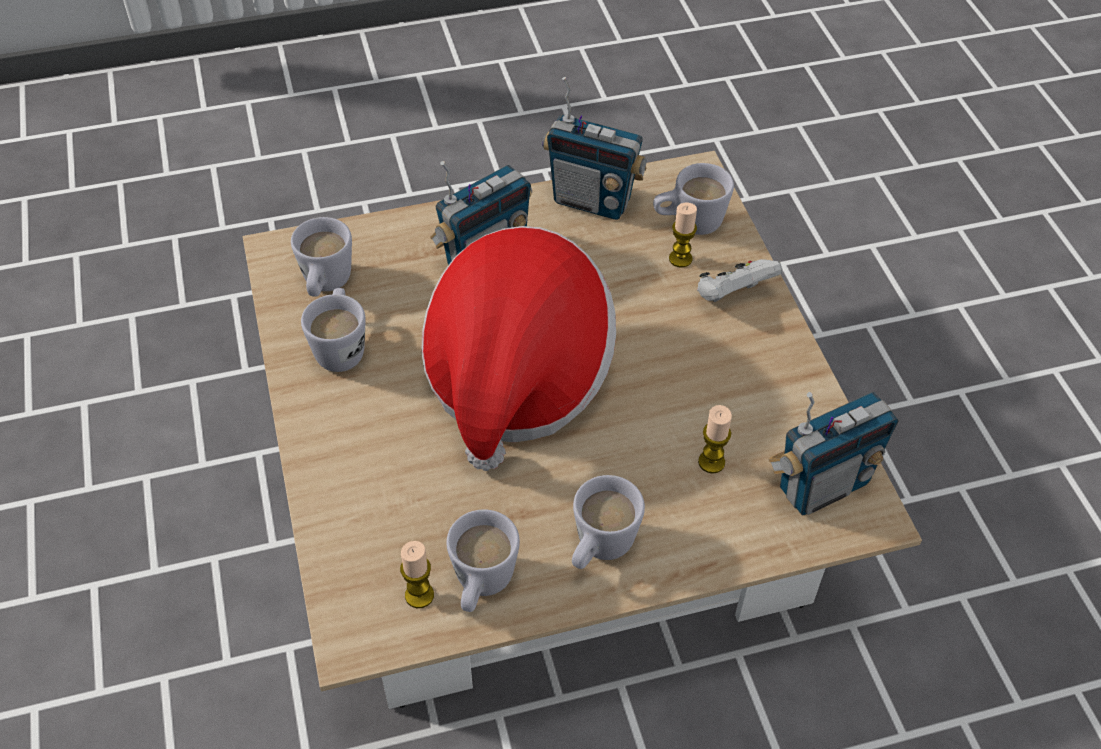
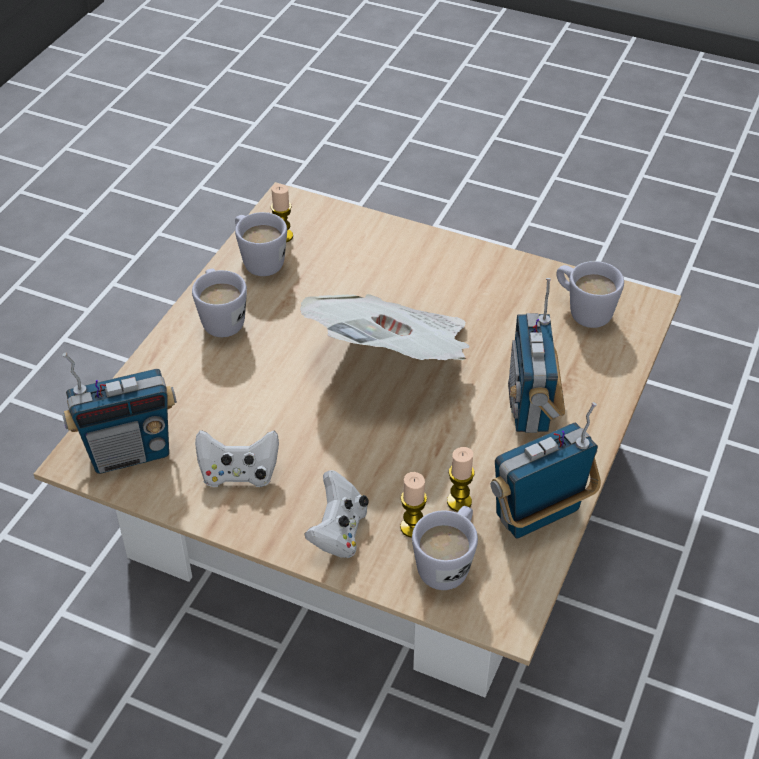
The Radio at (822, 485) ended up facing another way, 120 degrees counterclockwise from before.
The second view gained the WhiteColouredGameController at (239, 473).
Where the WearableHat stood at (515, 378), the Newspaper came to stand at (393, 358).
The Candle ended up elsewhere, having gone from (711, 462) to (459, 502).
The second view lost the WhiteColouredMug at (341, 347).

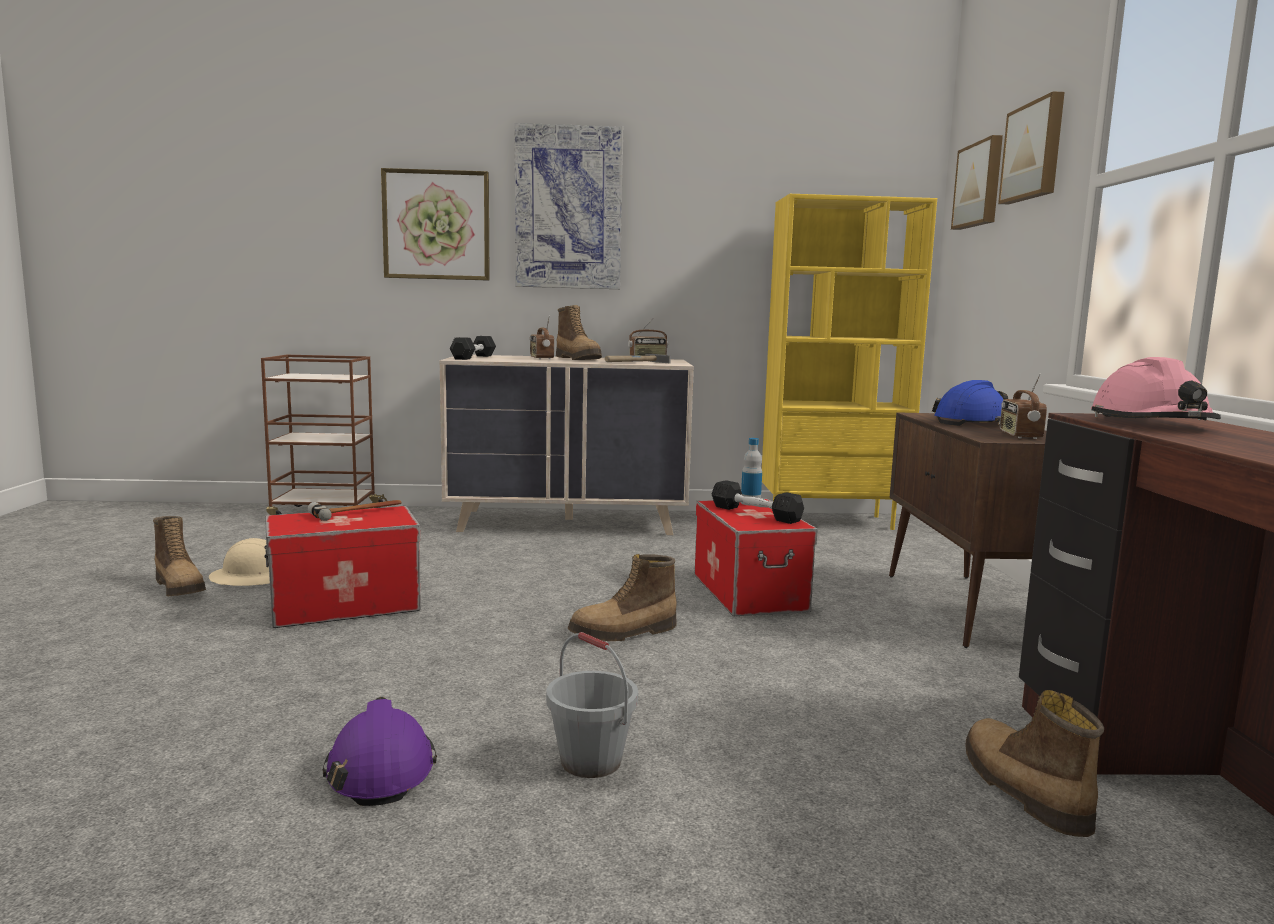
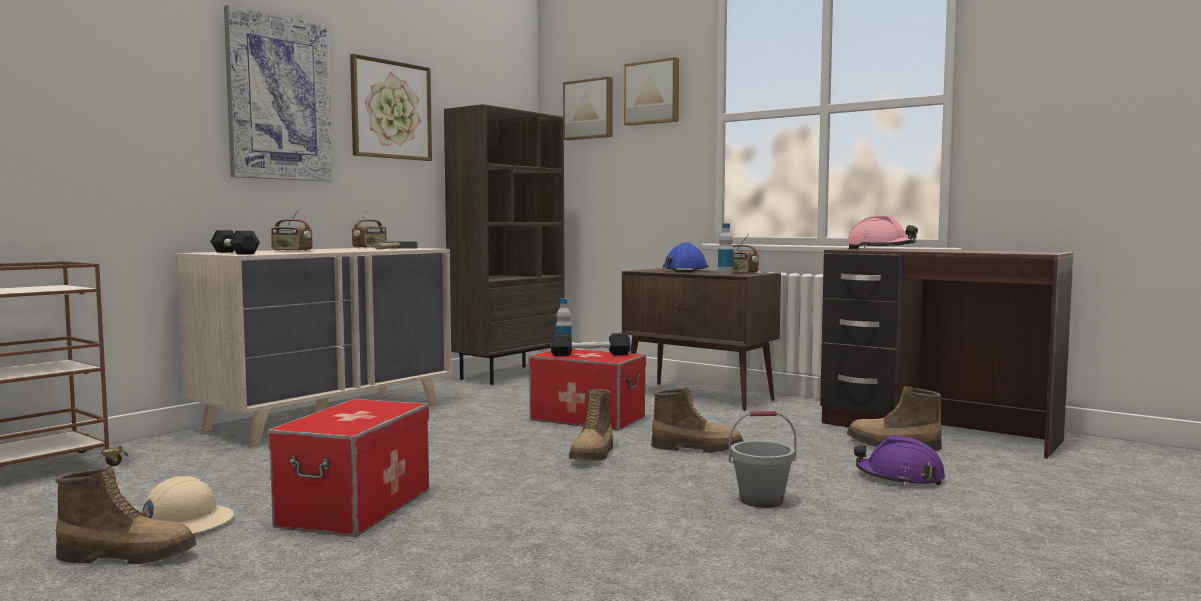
The Picture ended up elsewhere, having gone from (436, 225) to (391, 110).
What was the YellowBookshelf at (832, 521) turned into the BrownishBookshelf at (508, 375).
The HighTopBoot ended up elsewhere, having gone from (579, 359) to (697, 449).
The second view gained the DrinkBottle at (725, 274).
The PurplishHardHat ended up elsewhere, having gone from (380, 770) to (900, 478).
The second view lost the Hammer at (358, 512).

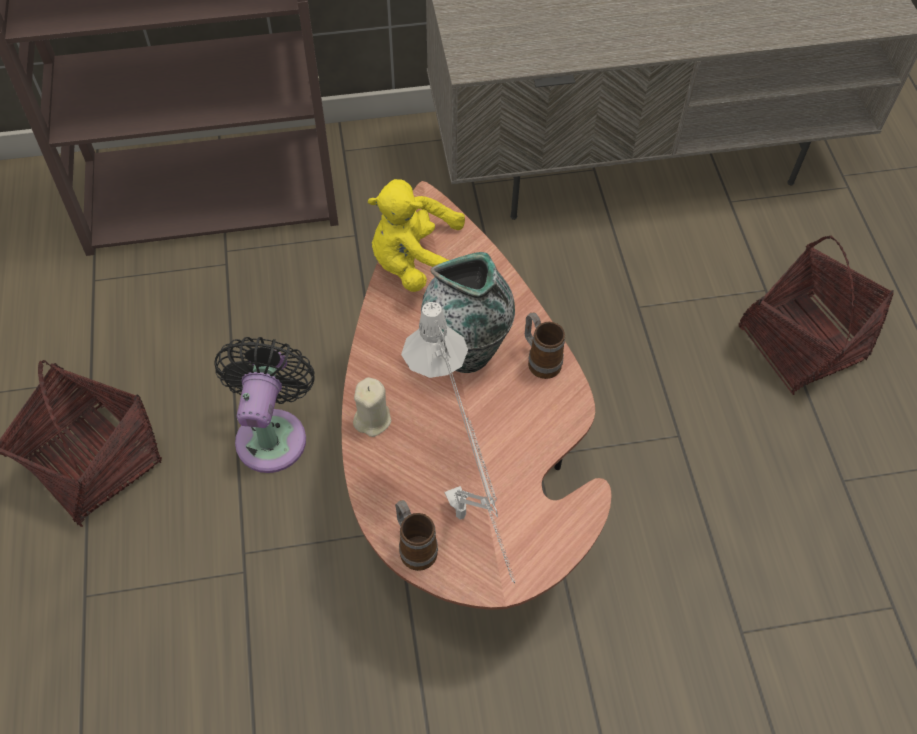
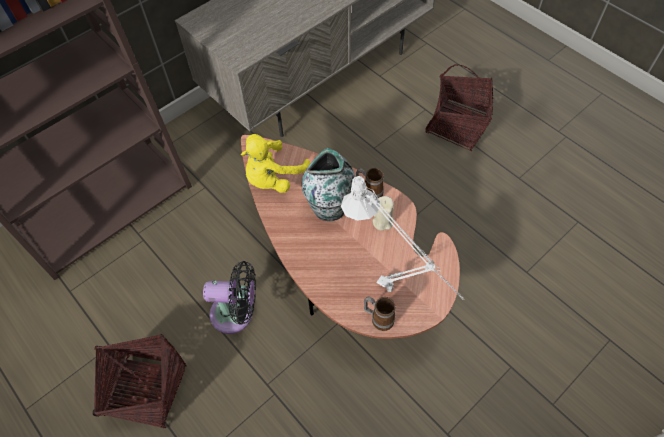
The BlackCoolingFan at (273, 433) ended up facing another way, 120 degrees clockwise from before.
The BeigeColouredCandle ended up elsewhere, having gone from (372, 419) to (382, 221).

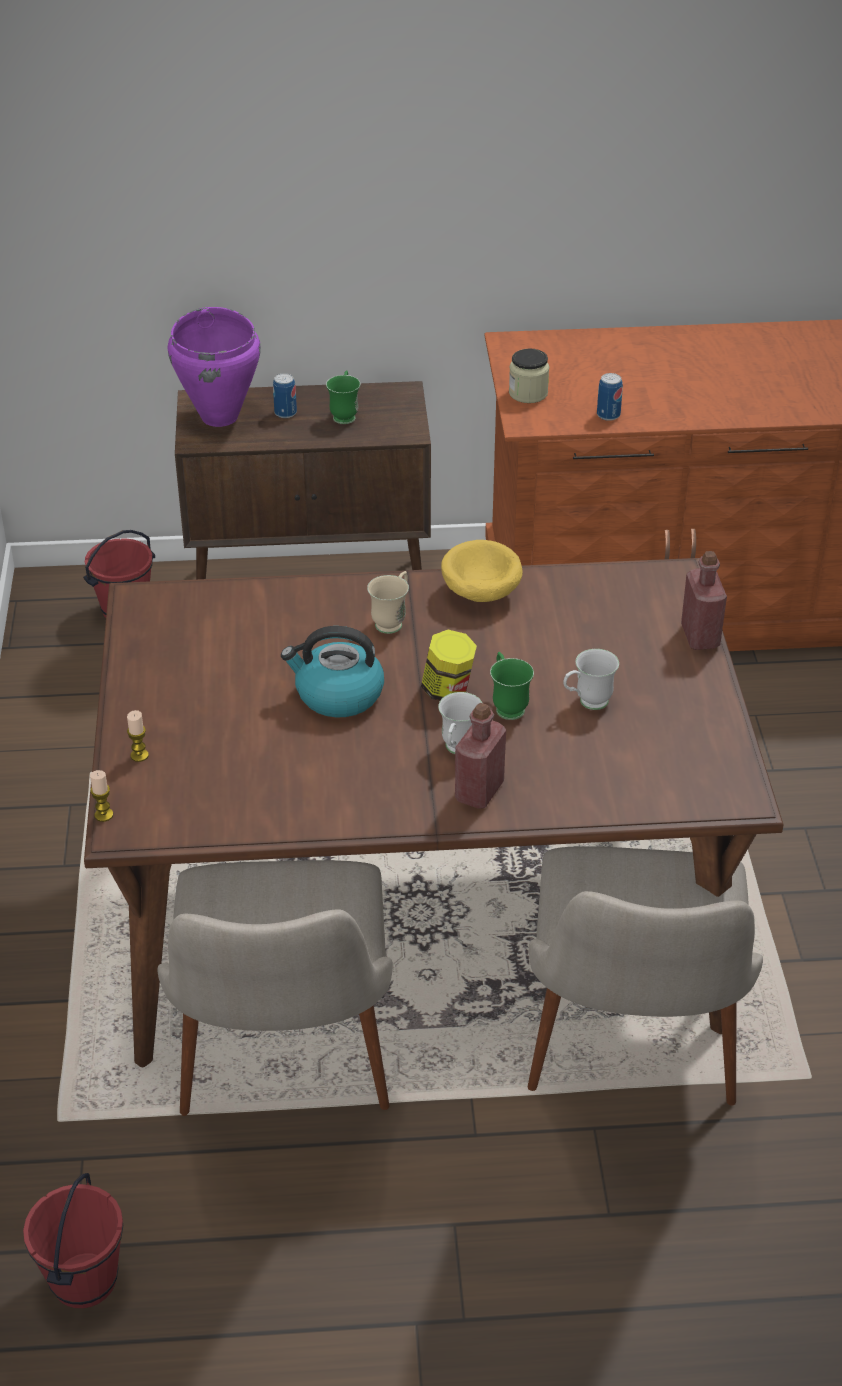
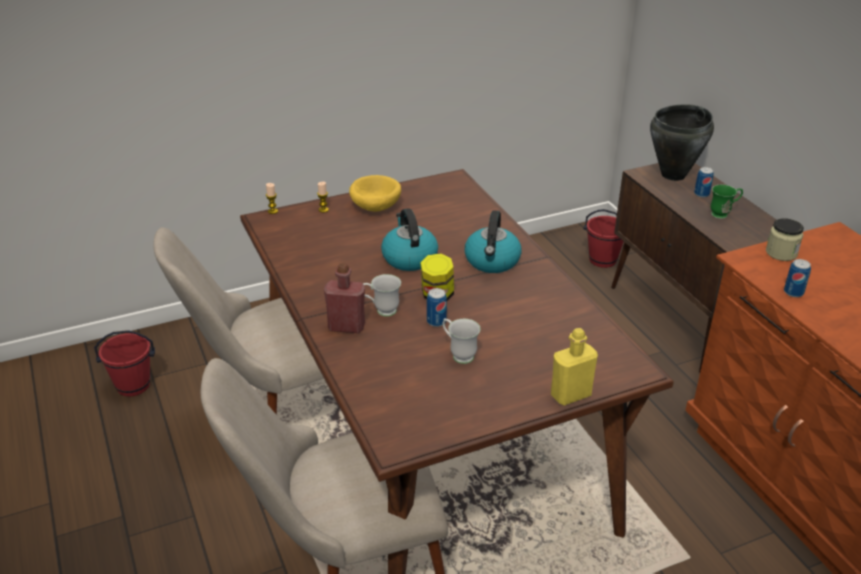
The YellowBowl ended up elsewhere, having gone from (480, 594) to (374, 207).
Where the GreenMug stood at (507, 705), the Can came to stand at (436, 321).
Where the BeigeColouredMug stood at (392, 621), the TeaKettle came to stand at (492, 261).
What was the RedColouredDrinkBottle at (700, 636) turned into the YellowDrinkBottle at (570, 395).
What was the PurplishStockpot at (220, 416) turned into the BlackStockpot at (674, 175).

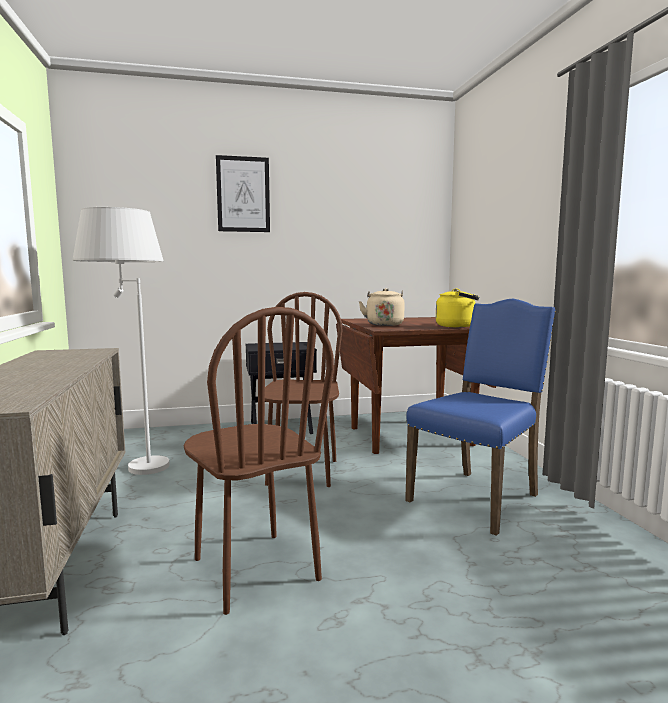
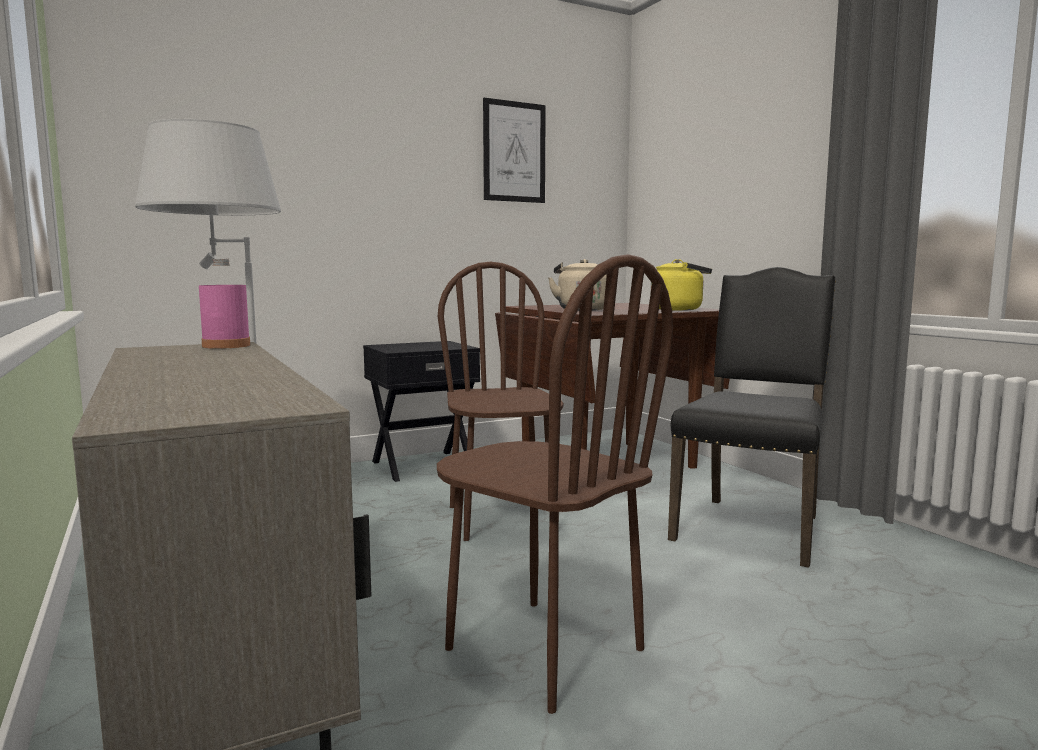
The second view gained the PinkDrinkBottle at (226, 346).
The Picture ended up elsewhere, having gone from (243, 194) to (514, 152).
What was the BlueColouredChair at (477, 498) turned into the BlackChair at (751, 527).

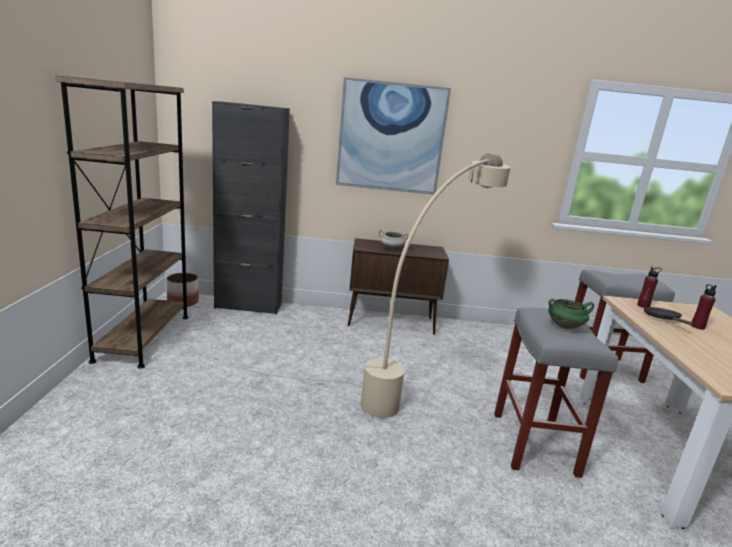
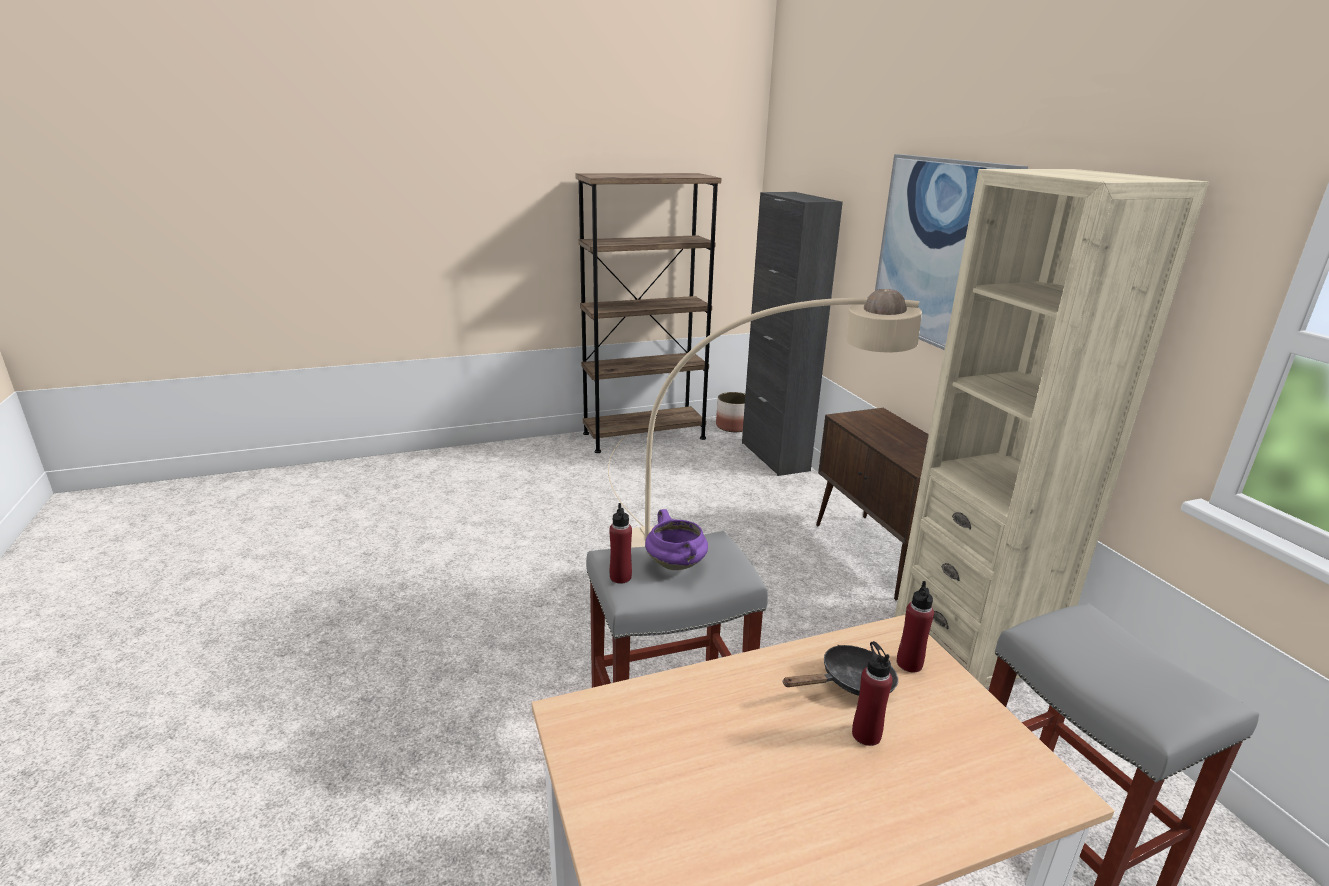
The second view gained the RedColouredDrinkBottle at (620, 577).
What was the GreenStockpot at (565, 326) turned into the PurplishStockpot at (677, 565).
The second view gained the BeigeColouredBookshelf at (970, 649).
The second view lost the WhiteColouredStockpot at (391, 249).

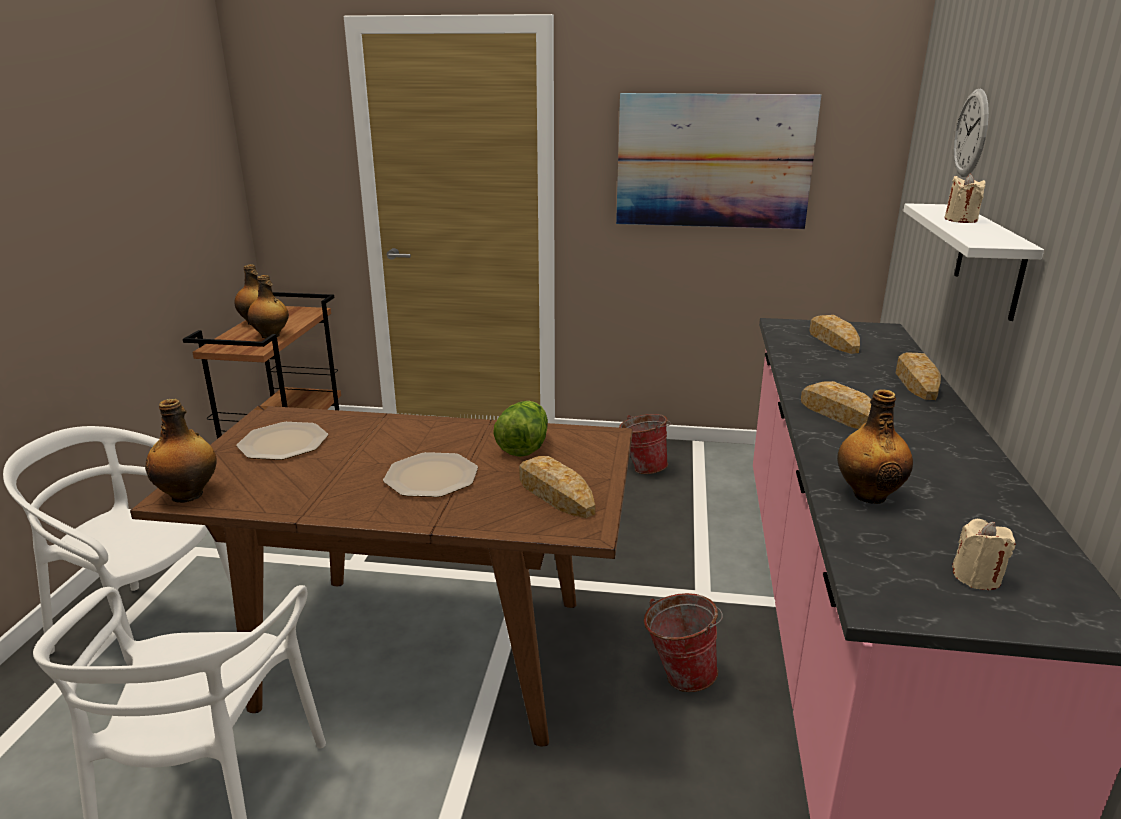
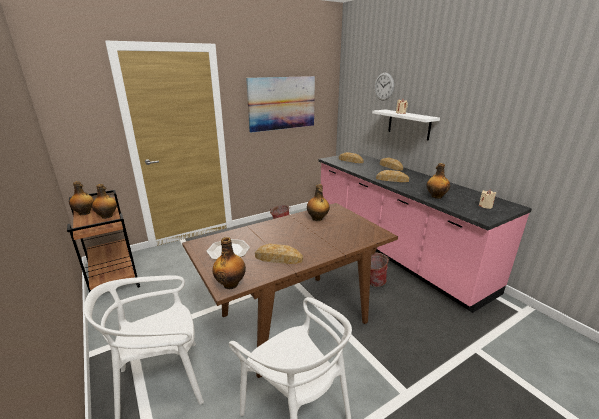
The BakedBread ended up elsewhere, having gone from (555, 494) to (278, 258).
Where the Lettuce stood at (524, 447), the DrinkBottle came to stand at (317, 219).
The second view lost the Plate at (431, 477).

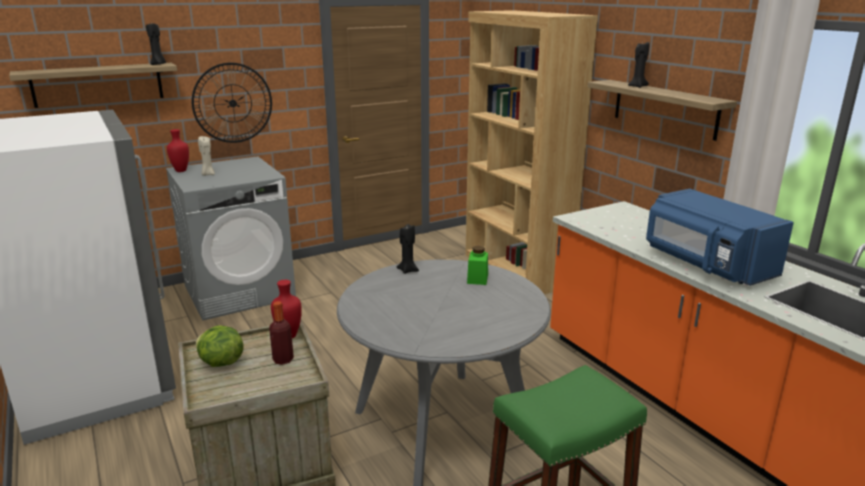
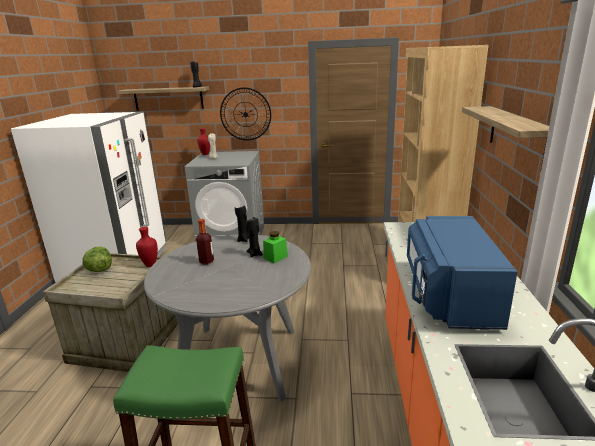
The DrinkBottle ended up elsewhere, having gone from (283, 360) to (206, 262).
The BlackCandle ended up elsewhere, having gone from (637, 86) to (255, 254).

